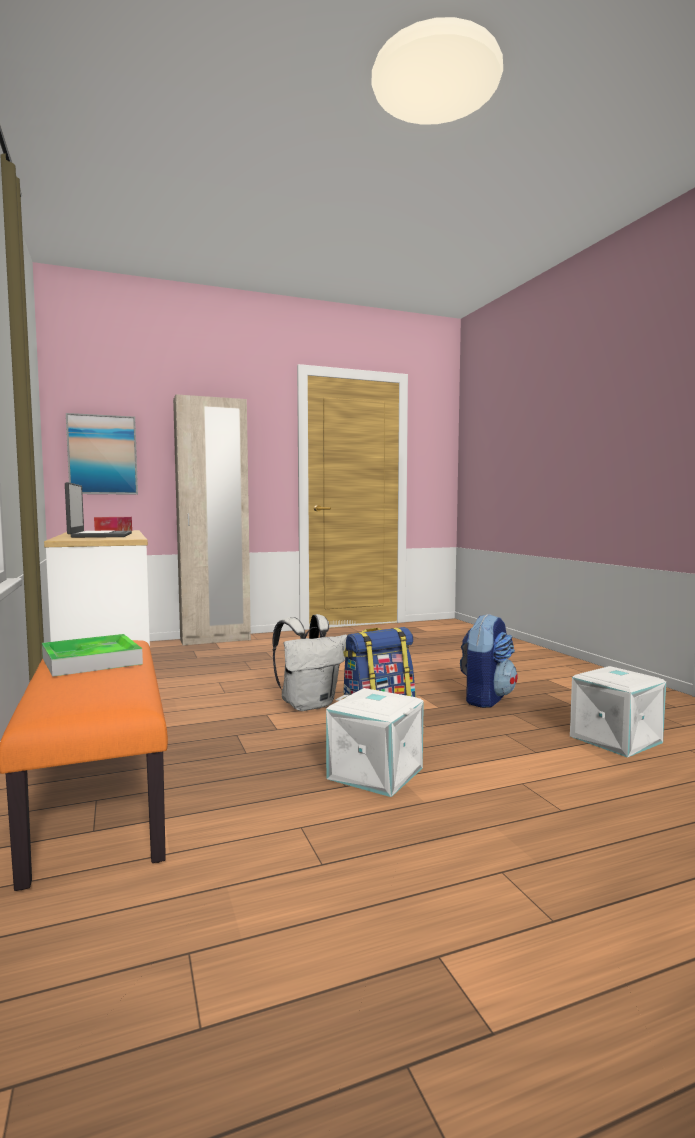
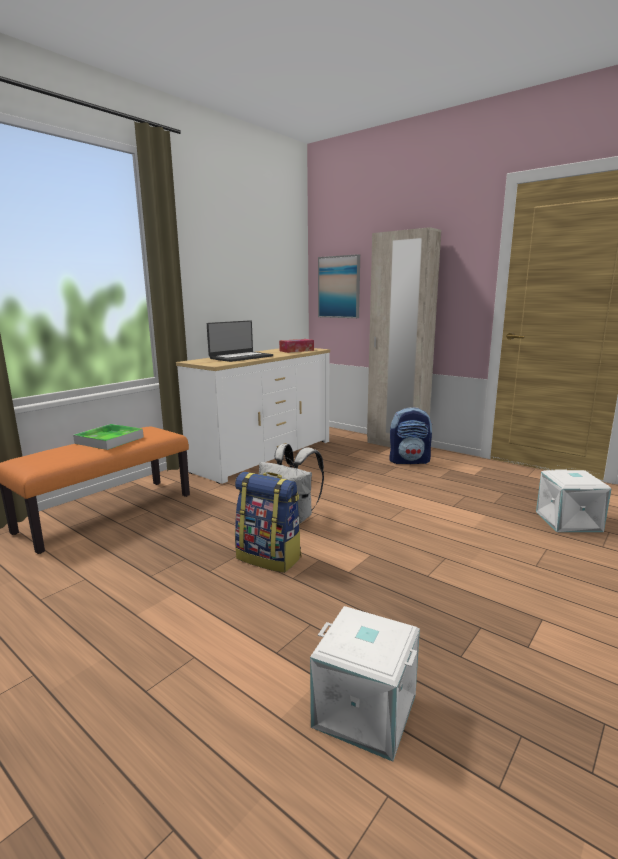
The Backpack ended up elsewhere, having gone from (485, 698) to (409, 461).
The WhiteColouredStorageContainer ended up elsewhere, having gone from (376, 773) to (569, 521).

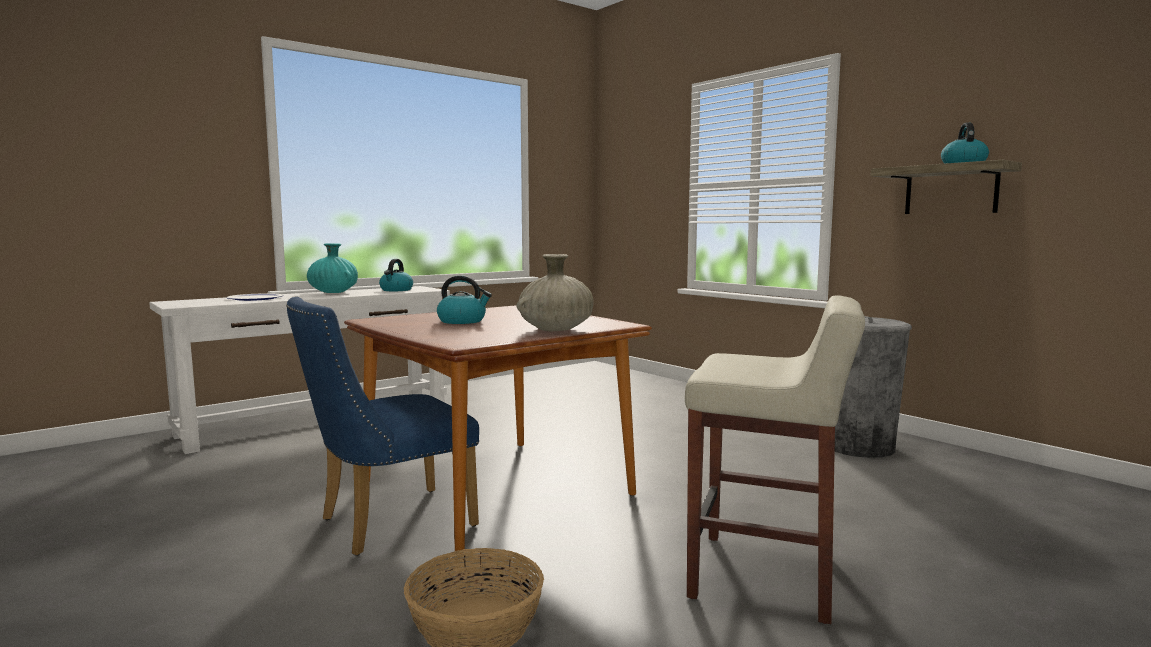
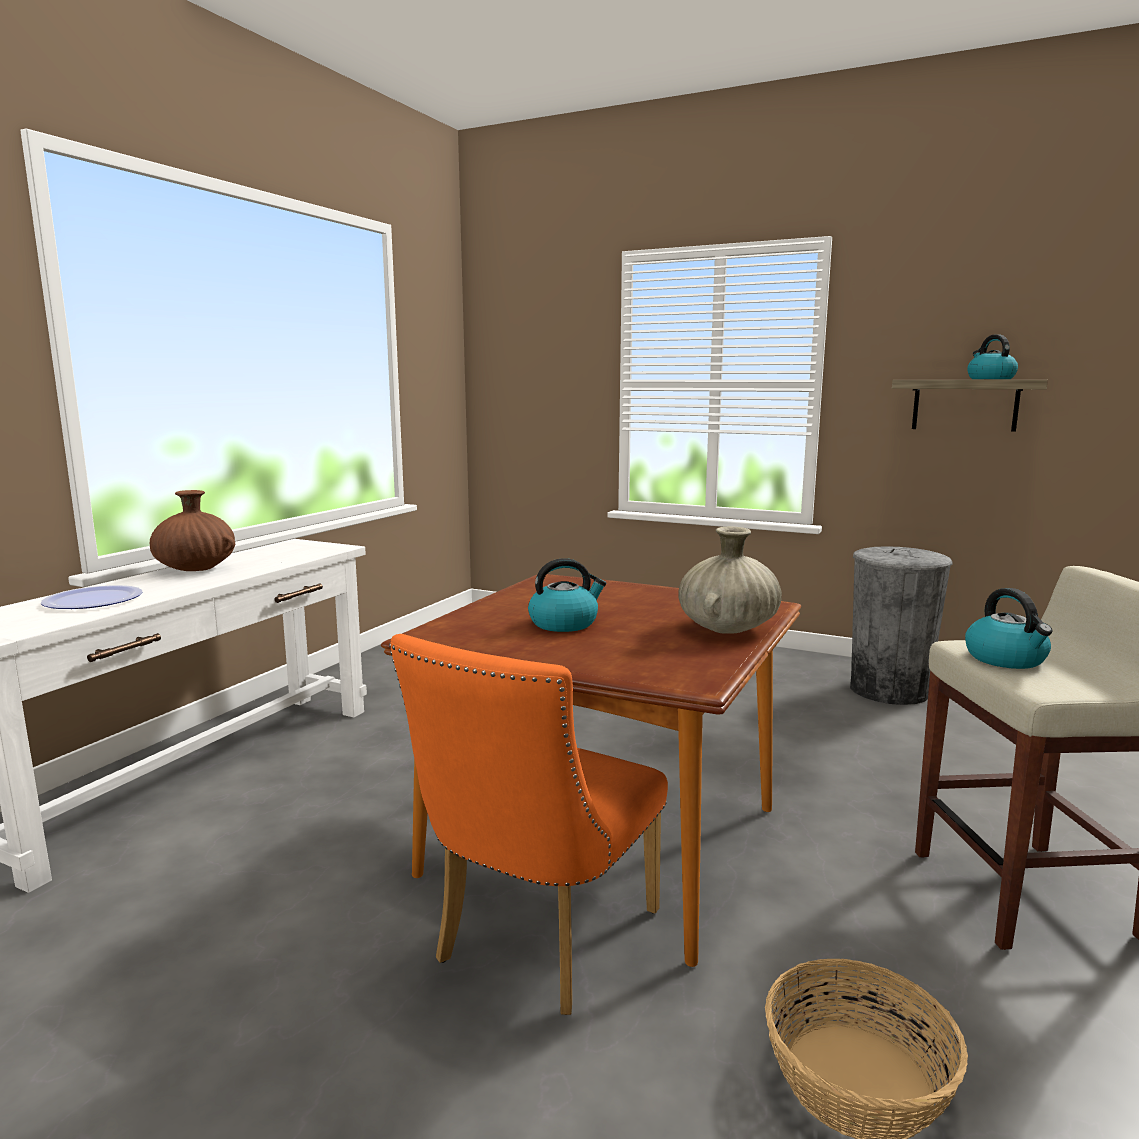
What was the TurquoiseDecorativeVase at (333, 292) turned into the BrownishDecorativeVase at (195, 569).
What was the BlueColouredChair at (386, 524) turned into the OrangeColouredChair at (537, 943).
The TeaKettle ended up elsewhere, having gone from (396, 290) to (1006, 659).

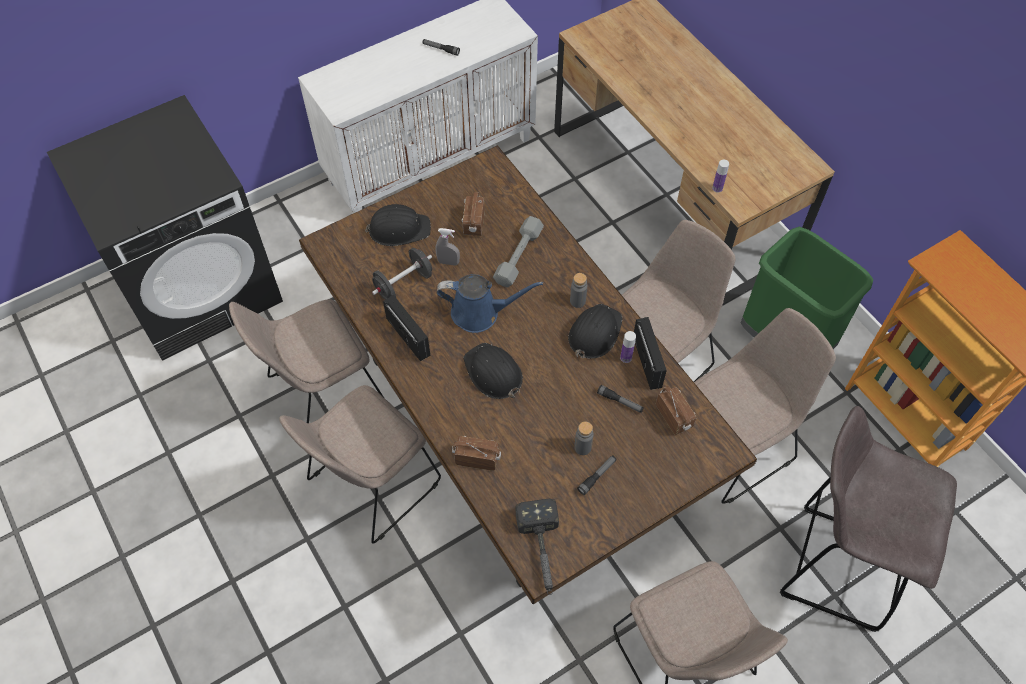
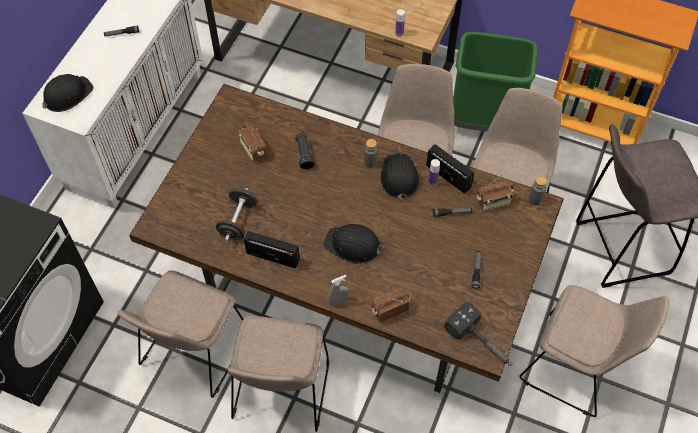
The BlackHardHat ended up elsewhere, having gone from (398, 229) to (67, 95).
Where the GrayFreeWeight stood at (518, 256), the BlackHandTorch came to stand at (304, 154).
The GrayHandSprayer ended up elsewhere, having gone from (448, 262) to (338, 301).
The Radio at (674, 416) ended up facing another way, 135 degrees clockwise from before.
The GrayDrinkBottle ended up elsewhere, having gone from (582, 447) to (535, 199).
The second view lost the BlueColouredWateringCan at (480, 313).

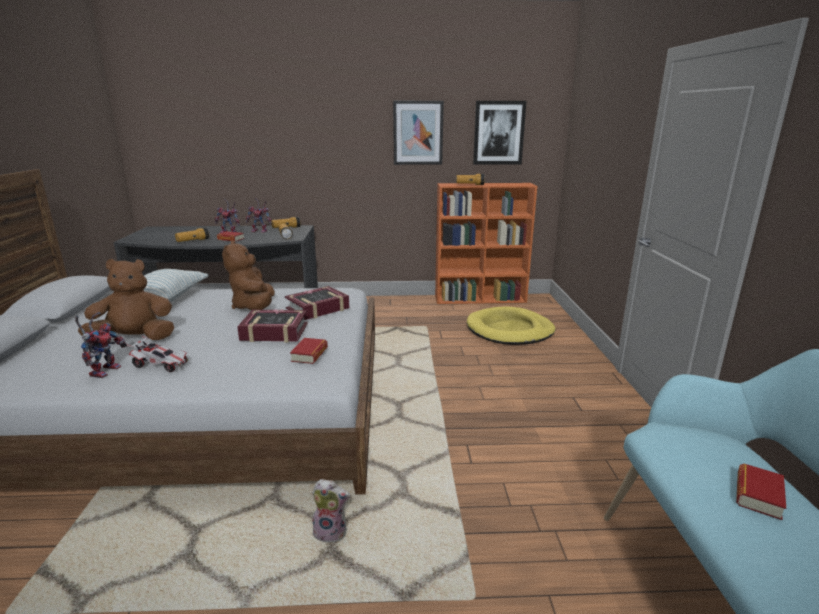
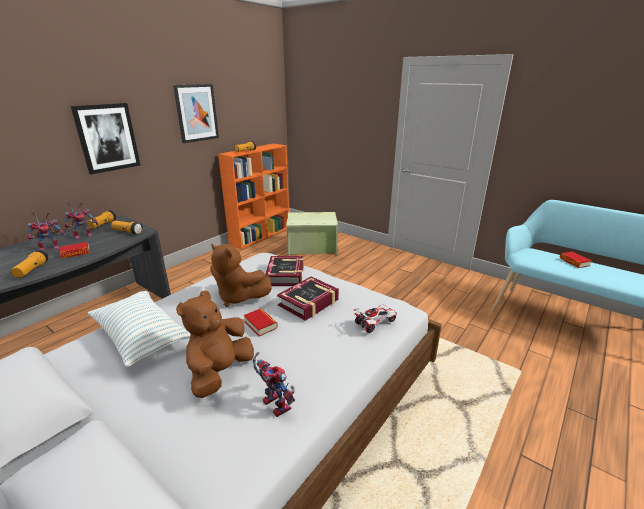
The Picture ended up elsewhere, having gone from (498, 133) to (107, 138).
The Book ended up elsewhere, having gone from (309, 354) to (260, 325).
Where the YellowDogCushion stood at (510, 330), the GreenStorageContainer came to stand at (312, 248).
The ToyCar ended up elsewhere, having gone from (161, 365) to (375, 323).
The second view lost the PlushToy at (331, 532).

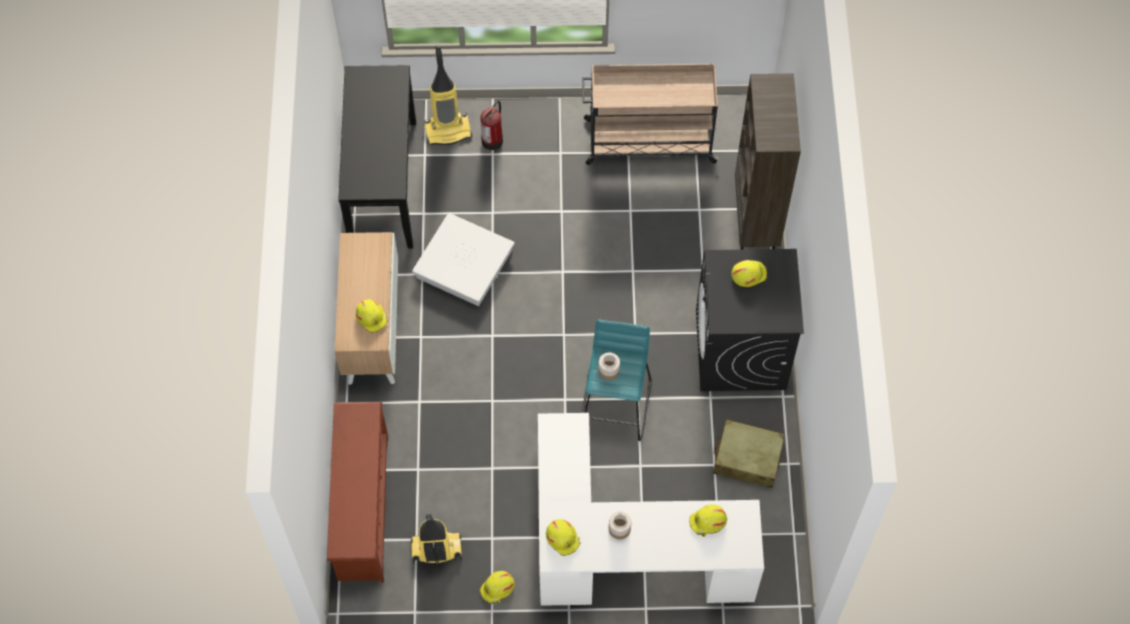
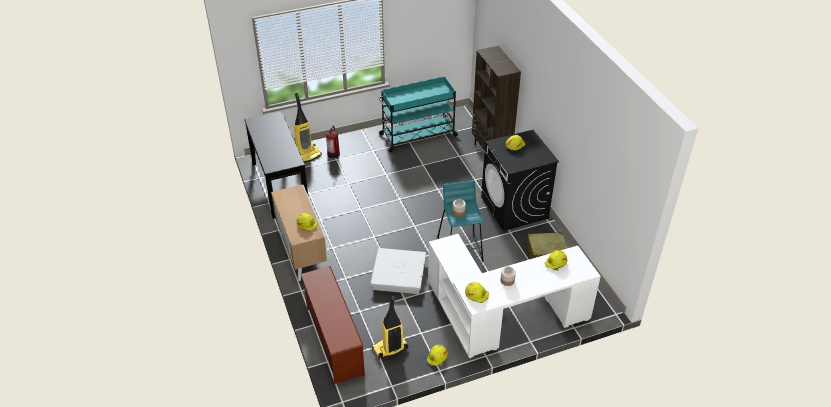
The WhiteColouredStorageContainer ended up elsewhere, having gone from (464, 265) to (398, 275).
What was the BeigeColouredTrolley at (648, 140) turned into the TurquoiseTrolley at (417, 135).

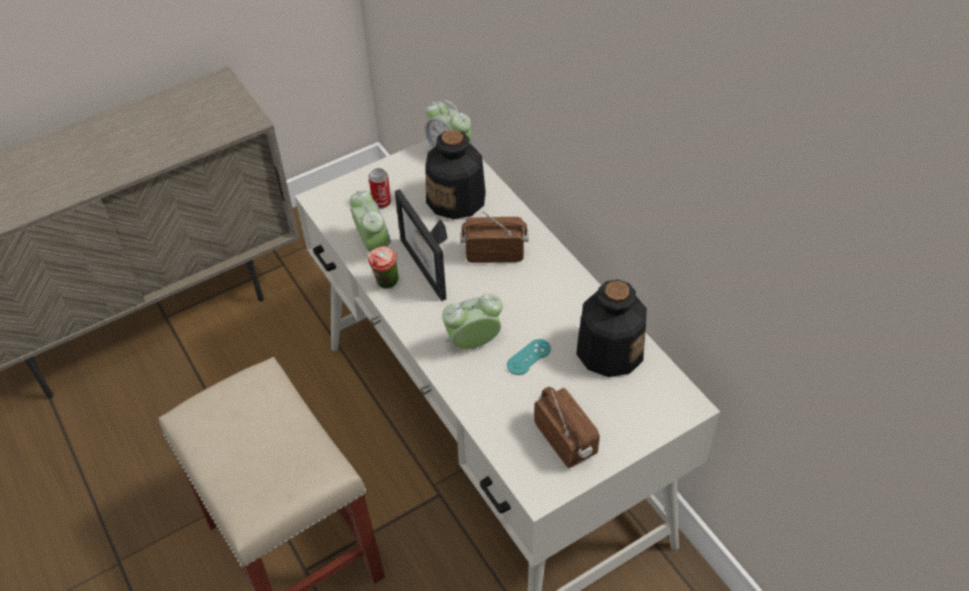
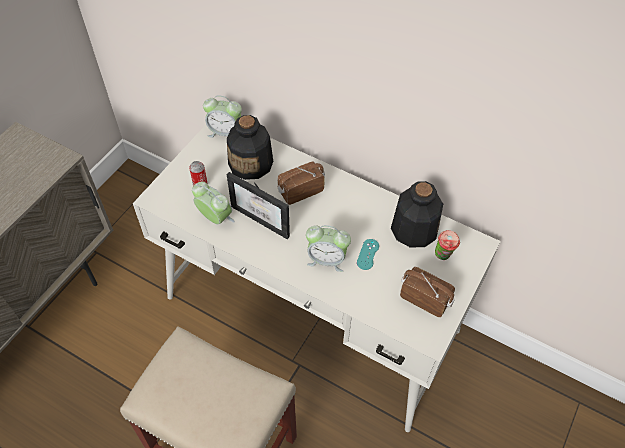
The AlarmClock at (473, 343) ended up facing another way, 120 degrees counterclockwise from before.
The DrinkingCup ended up elsewhere, having gone from (386, 284) to (443, 256).

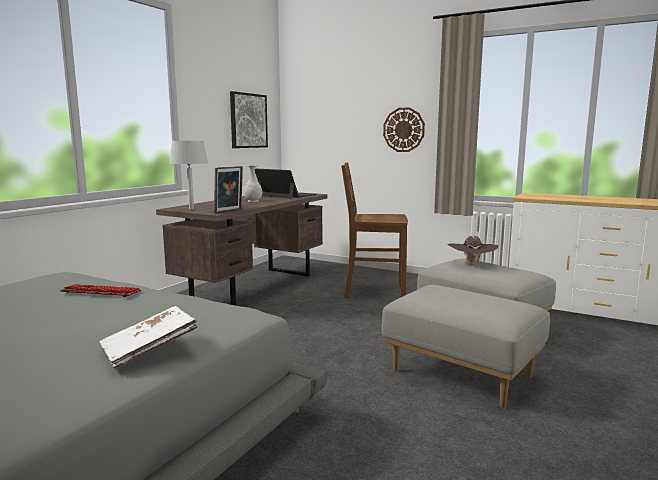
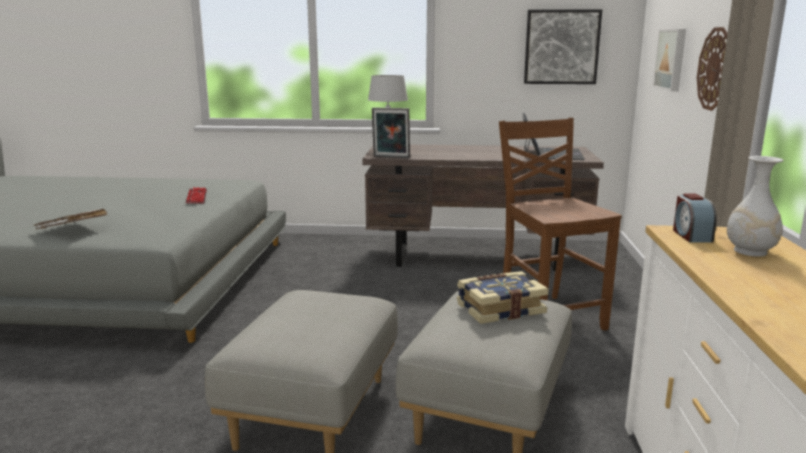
Where the BrownishWearableHat stood at (471, 265), the Book came to stand at (499, 309).
The second view gained the Picture at (672, 59).
The second view gained the AlarmClock at (691, 235).
The WhiteColouredDecorativeVase ended up elsewhere, having gone from (253, 201) to (749, 251).

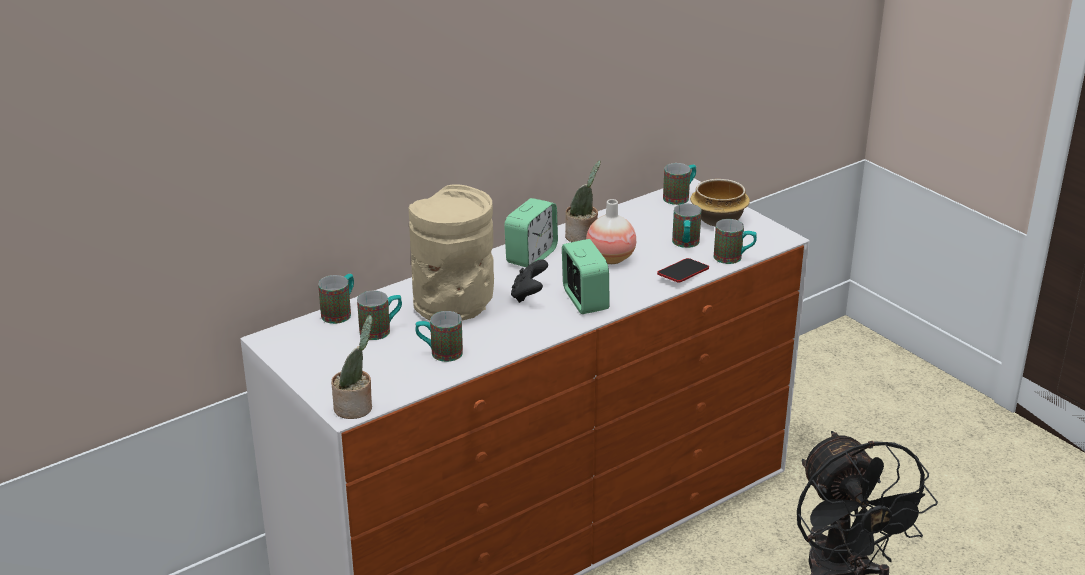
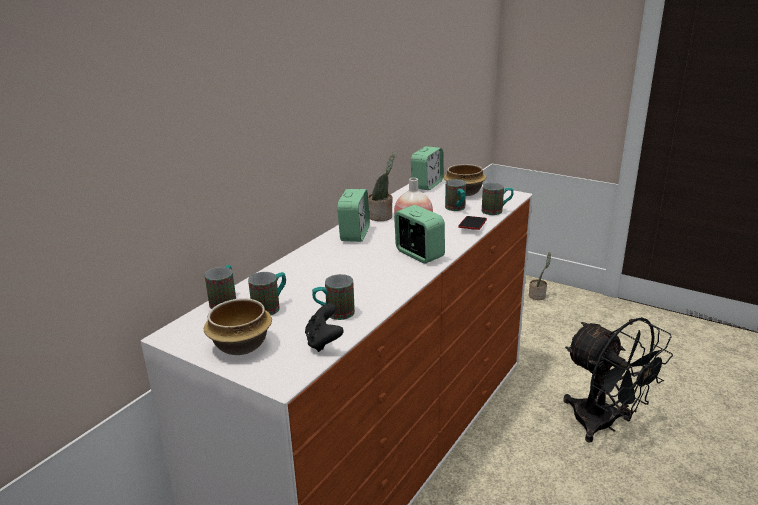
The second view gained the Bowl at (241, 346).
The BlackGameController ended up elsewhere, having gone from (529, 295) to (323, 342).
Where the Mug stood at (680, 197), the AlarmClock came to stand at (427, 185).
The PottedPlant ended up elsewhere, having gone from (356, 408) to (538, 295).
The second view lost the BeigeColouredDecorativeVase at (454, 306).

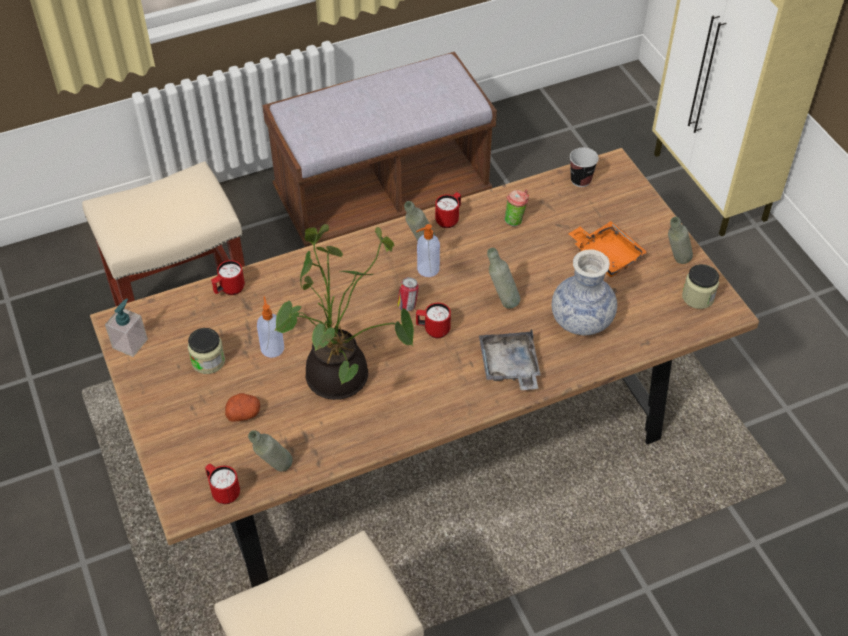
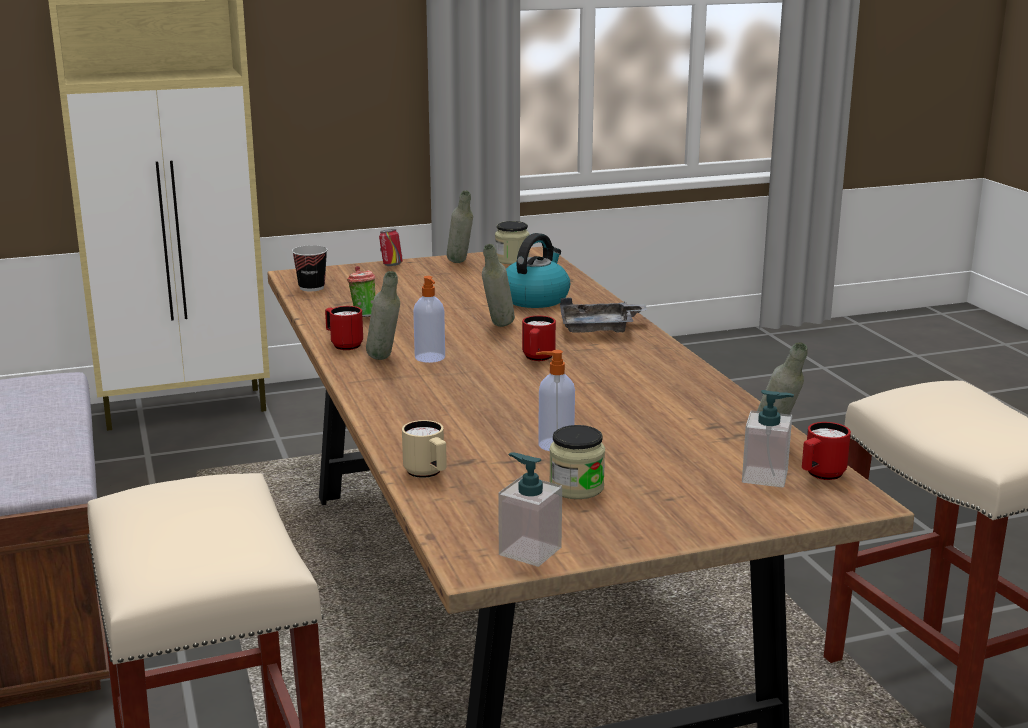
The Can ended up elsewhere, having gone from (408, 306) to (391, 265).
What was the RedColouredMug at (229, 290) turned into the BeigeColouredMug at (427, 474).
Where the DecorativeVase stood at (581, 320), the TeaKettle came to stand at (535, 299).
The second view gained the SoapDispenser at (765, 476).
The second view lost the Potato at (244, 413).
The second view lost the PottedPlant at (343, 378).
The second view lost the OrangeColouredServingTray at (606, 255).

